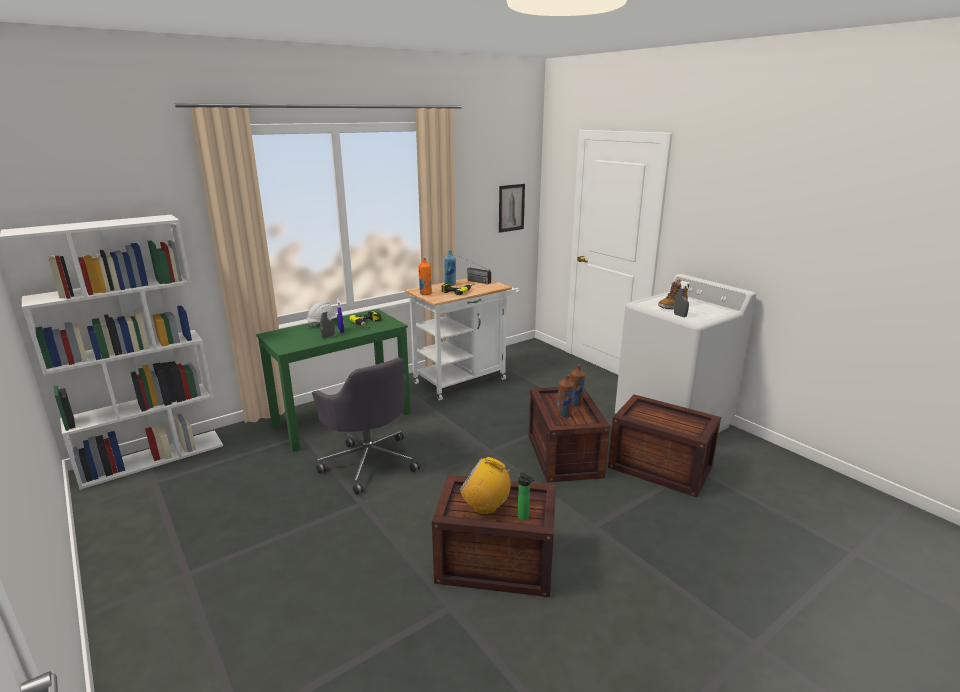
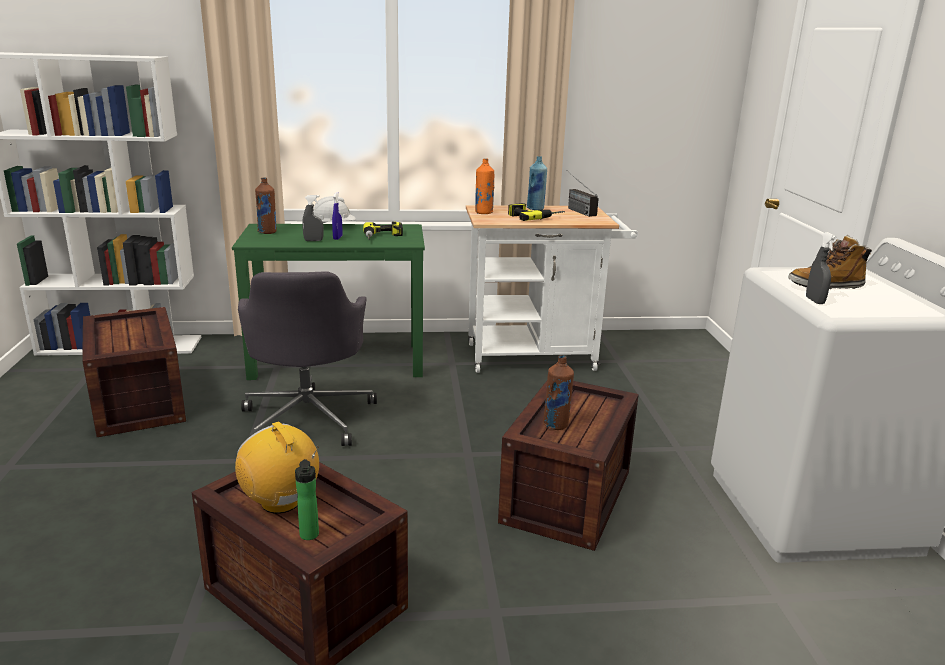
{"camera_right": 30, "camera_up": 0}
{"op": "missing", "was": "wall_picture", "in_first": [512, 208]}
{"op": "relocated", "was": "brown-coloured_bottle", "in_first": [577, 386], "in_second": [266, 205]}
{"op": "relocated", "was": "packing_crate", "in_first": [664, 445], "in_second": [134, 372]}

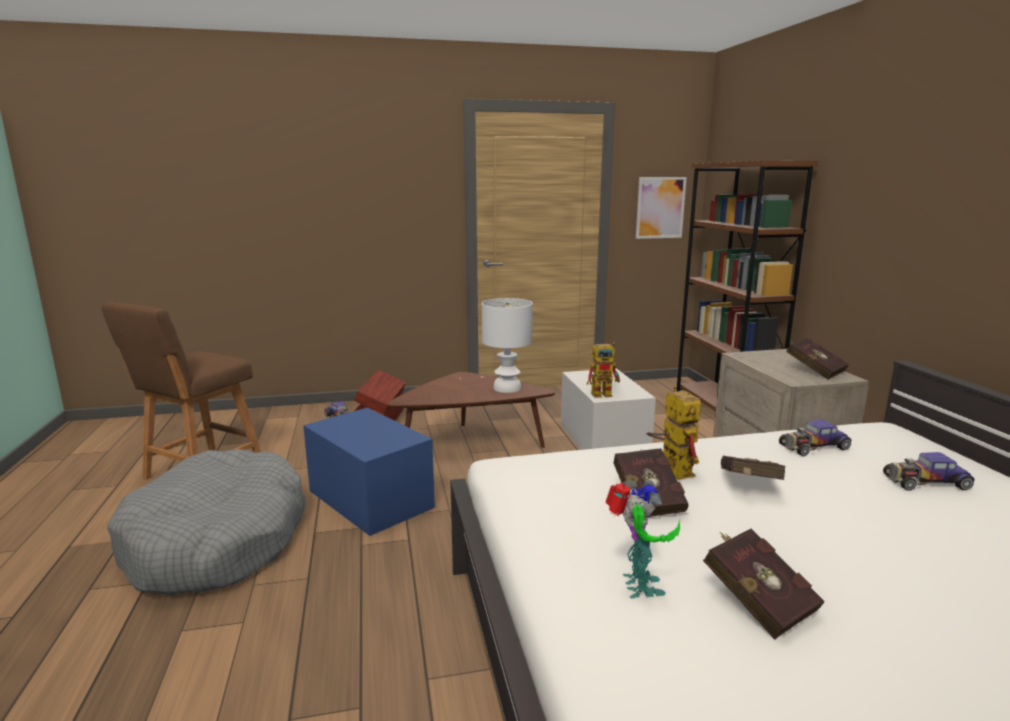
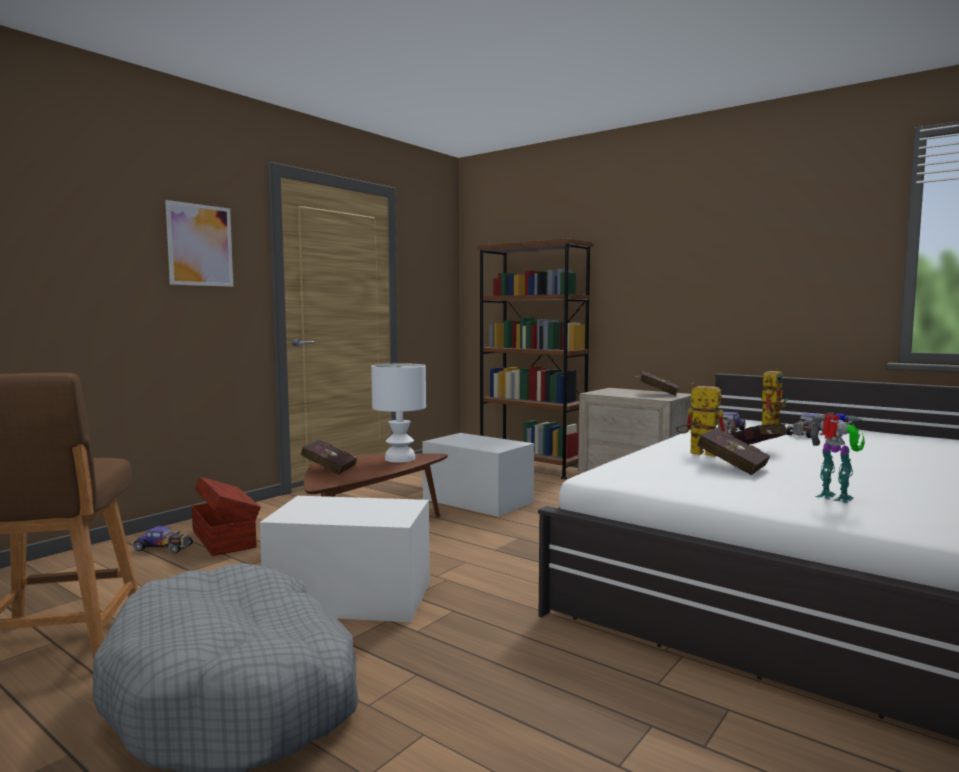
{"camera_right": -40, "camera_up": -10}
{"op": "colour", "was": "blue-coloured_storage_bin", "now": "white_storage_bin", "in_first": [369, 472], "in_second": [345, 559]}
{"op": "relocated", "was": "toy_robot", "in_first": [603, 370], "in_second": [774, 396]}
{"op": "relocated", "was": "wall_picture", "in_first": [661, 208], "in_second": [199, 243]}
{"op": "relocated", "was": "red-coloured_book", "in_first": [764, 584], "in_second": [328, 457]}

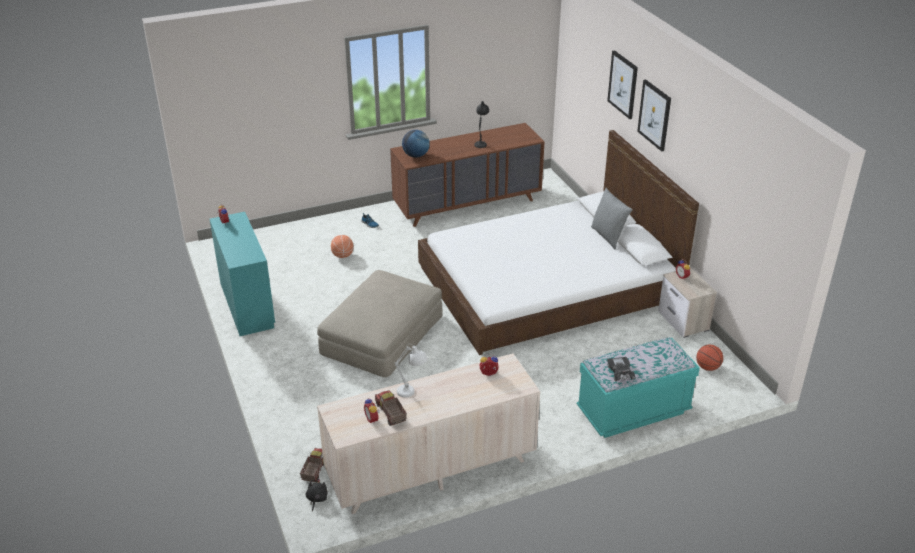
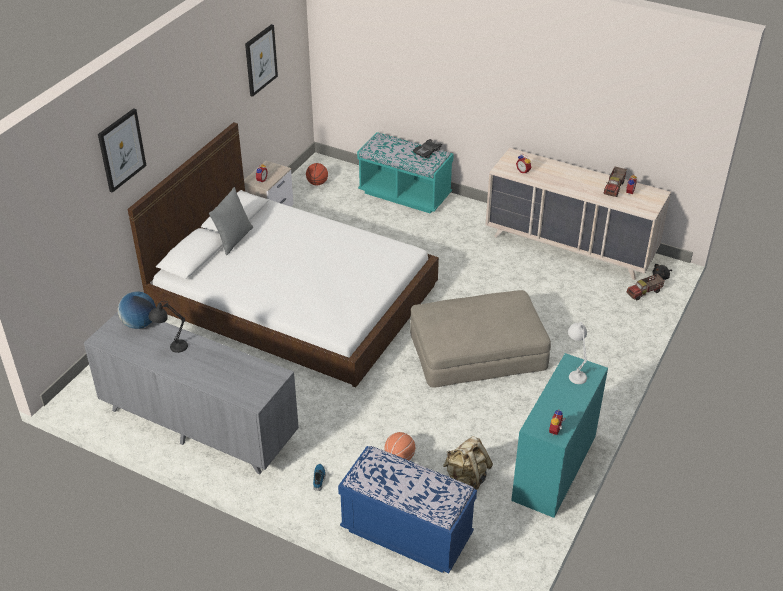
{"camera_right": -130, "camera_up": 5}
{"op": "colour", "was": "brown-coloured_dresser", "now": "grey_dresser", "in_first": [467, 175], "in_second": [191, 393]}
{"op": "relocated", "was": "white_lamp_for_a_table", "in_first": [411, 371], "in_second": [577, 353]}
{"op": "relocated", "was": "desk_globe", "in_first": [416, 144], "in_second": [137, 310]}
{"op": "relocated", "was": "wall_picture", "in_first": [654, 116], "in_second": [261, 60]}
{"op": "appeared", "now": "blue-coloured_bench", "in_second": [407, 509]}
{"op": "appeared", "now": "beige-coloured_rucksack", "in_second": [468, 463]}

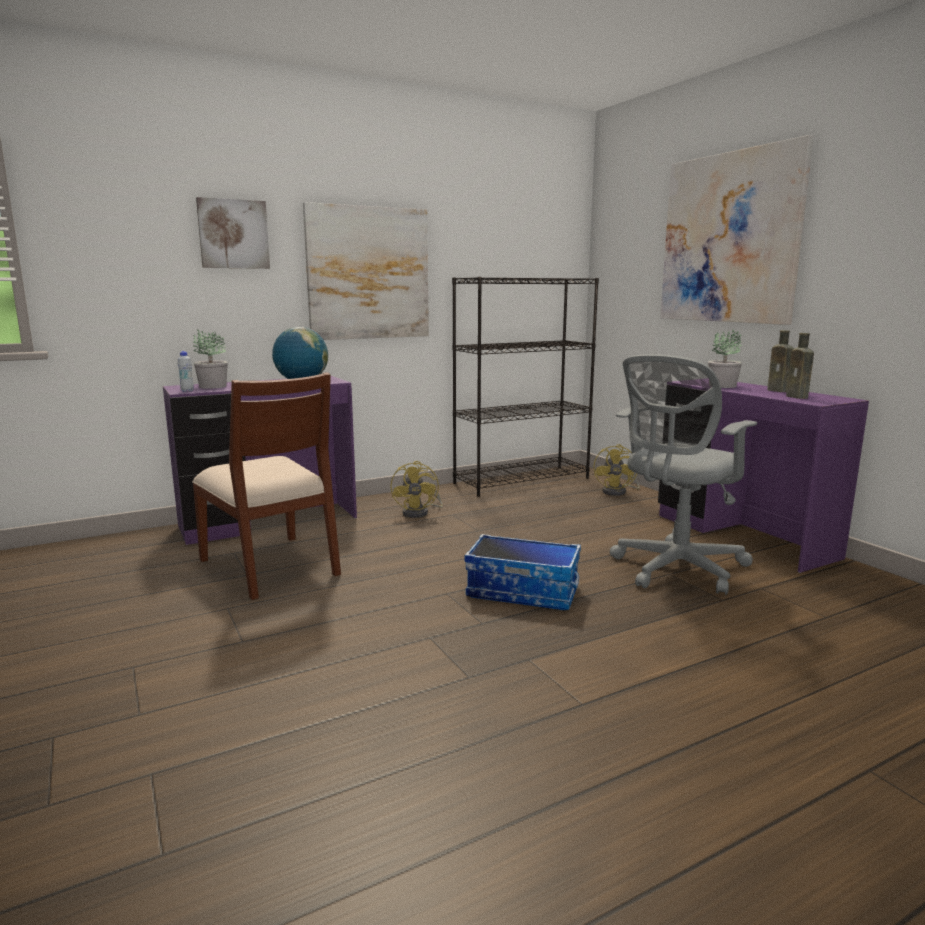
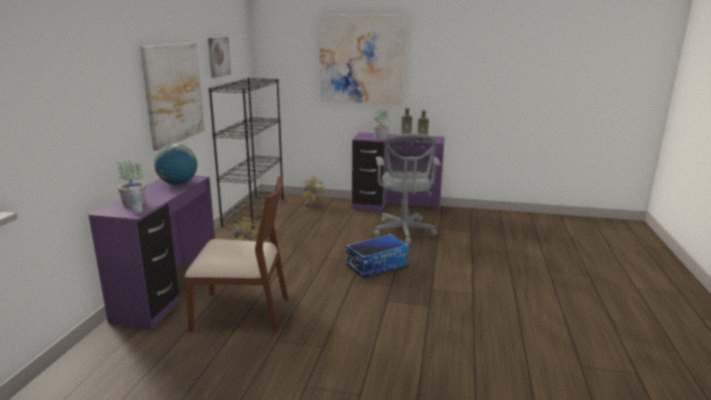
{"camera_right": -50, "camera_up": 5}
{"op": "relocated", "was": "wall_picture", "in_first": [233, 233], "in_second": [219, 57]}

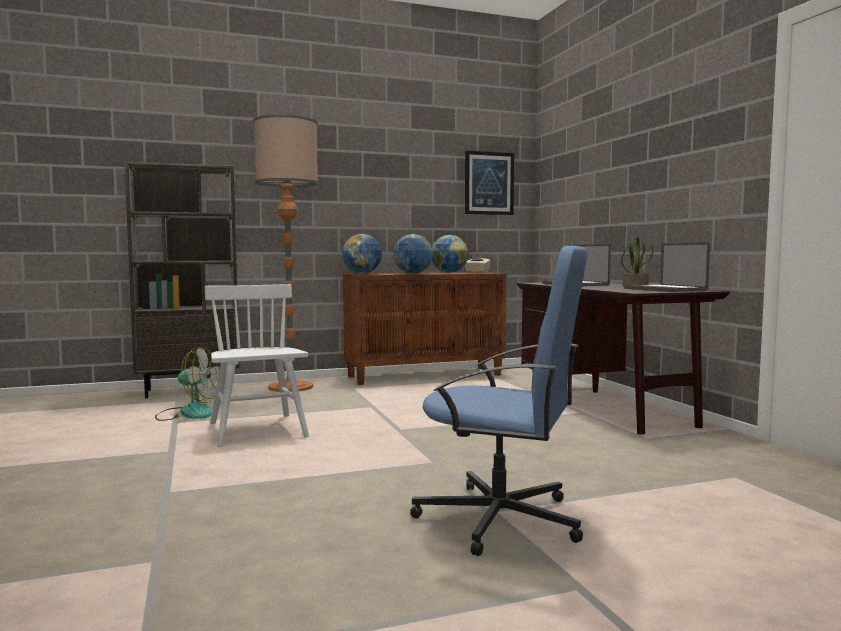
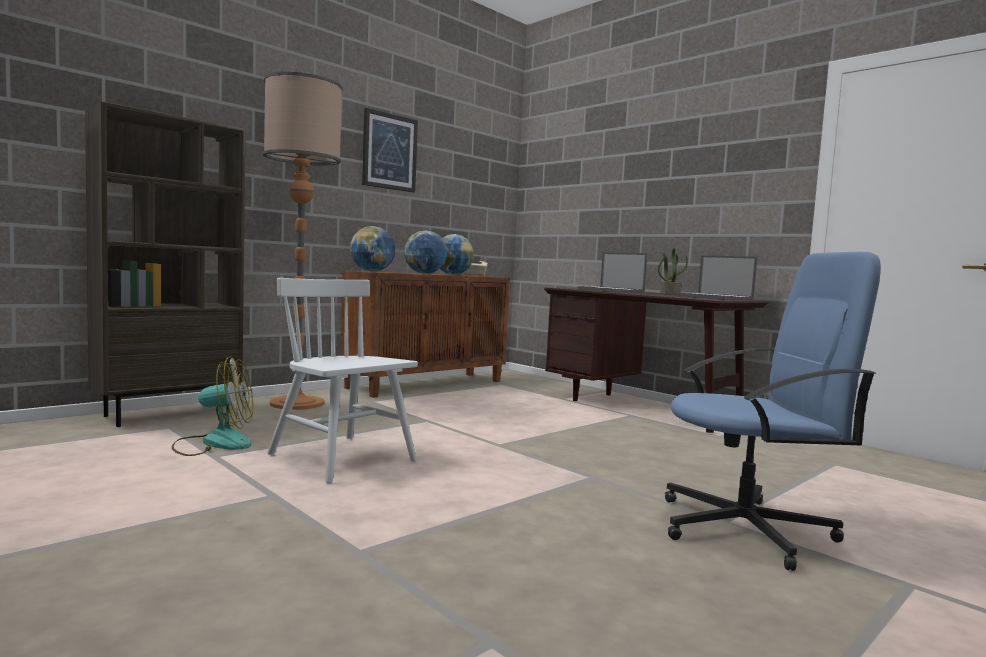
{"camera_right": -25, "camera_up": 0}
{"op": "relocated", "was": "wall_picture", "in_first": [489, 182], "in_second": [390, 150]}

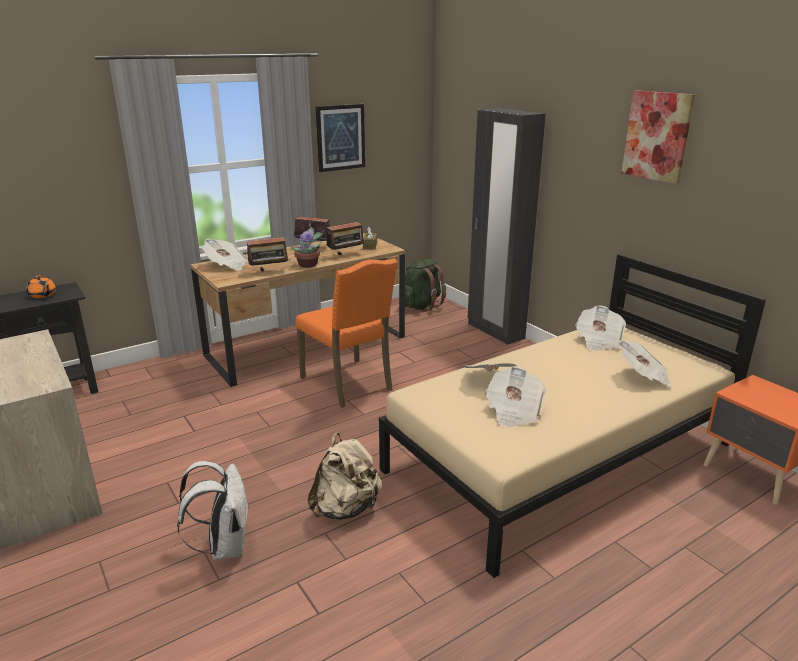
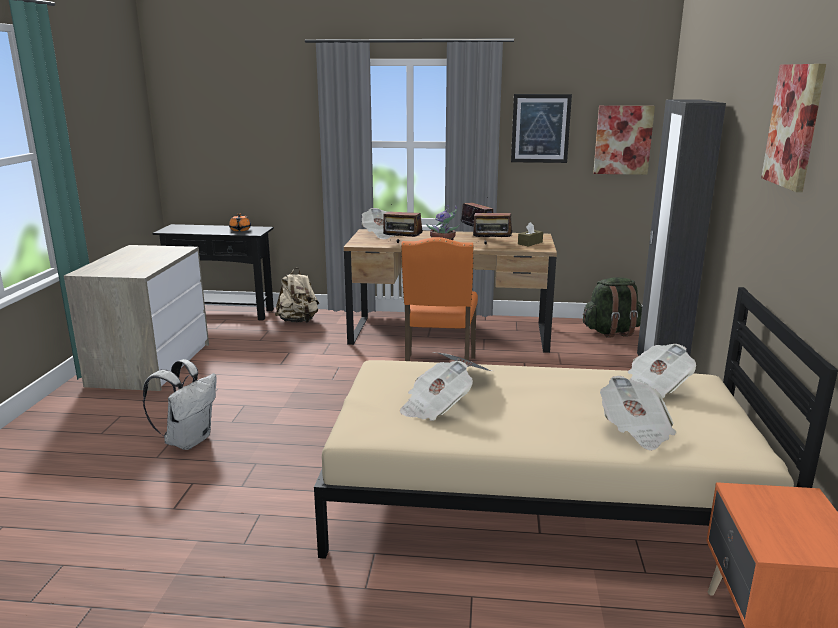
{"camera_right": 40, "camera_up": -5}
{"op": "relocated", "was": "beige-coloured_rucksack", "in_first": [345, 476], "in_second": [297, 295]}
{"op": "appeared", "now": "wall_picture", "in_second": [624, 140]}

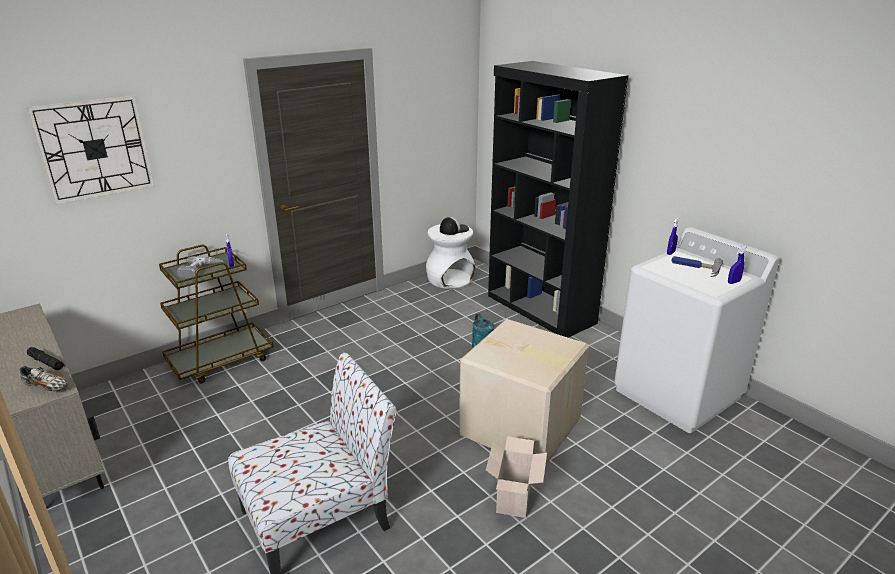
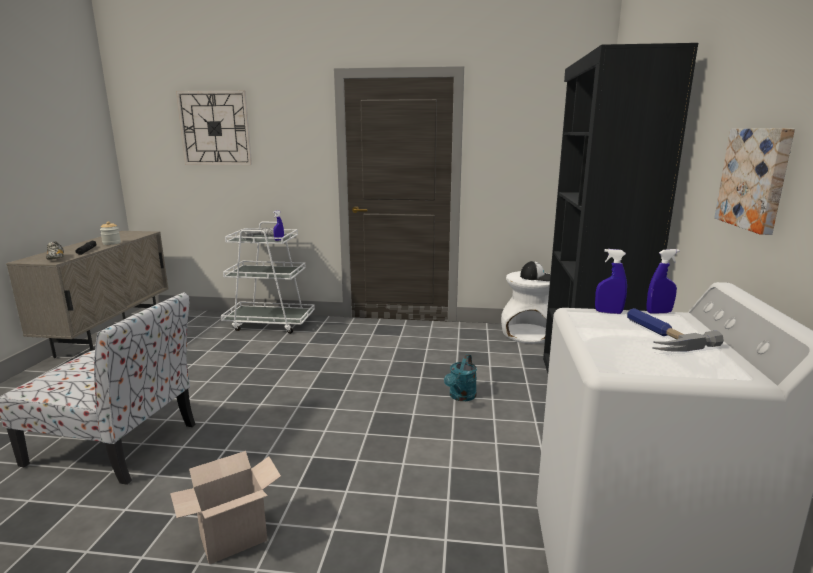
{"camera_right": 45, "camera_up": -10}
{"op": "colour", "was": "brown-coloured_trolley", "now": "white_trolley", "in_first": [216, 314], "in_second": [268, 278]}
{"op": "missing", "was": "packing_box", "in_first": [524, 392]}
{"op": "relocated", "was": "blue-coloured_hand_sprayer", "in_first": [737, 264], "in_second": [611, 281]}
{"op": "appeared", "now": "jar", "in_second": [110, 233]}
{"op": "appeared", "now": "wall_picture", "in_second": [754, 181]}

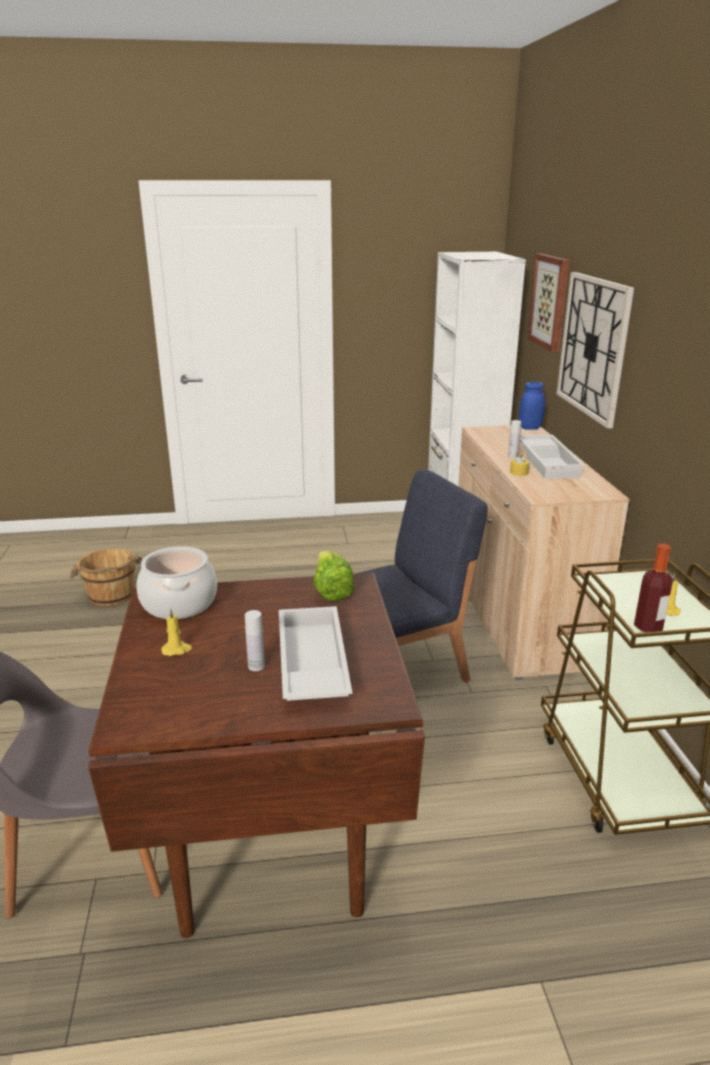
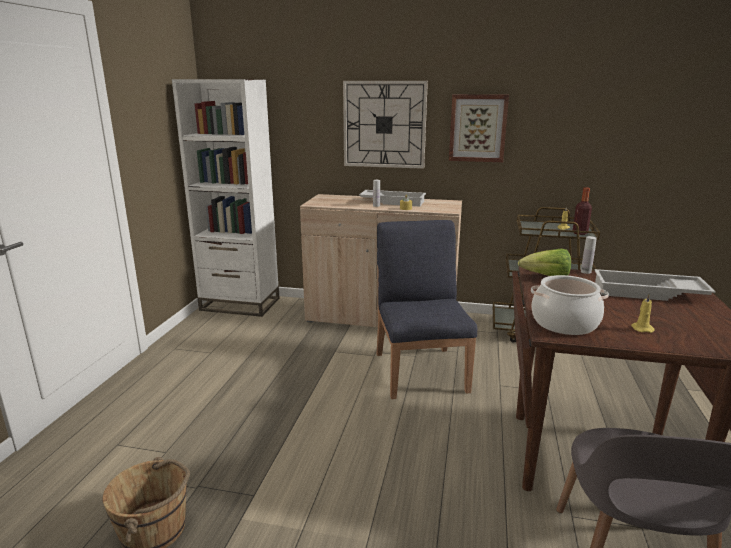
{"camera_right": -70, "camera_up": -5}
{"op": "relocated", "was": "white_bottle", "in_first": [255, 640], "in_second": [589, 255]}
{"op": "missing", "was": "blue-coloured_jar", "in_first": [532, 406]}
{"op": "relocated", "was": "wall_picture", "in_first": [548, 303], "in_second": [479, 128]}

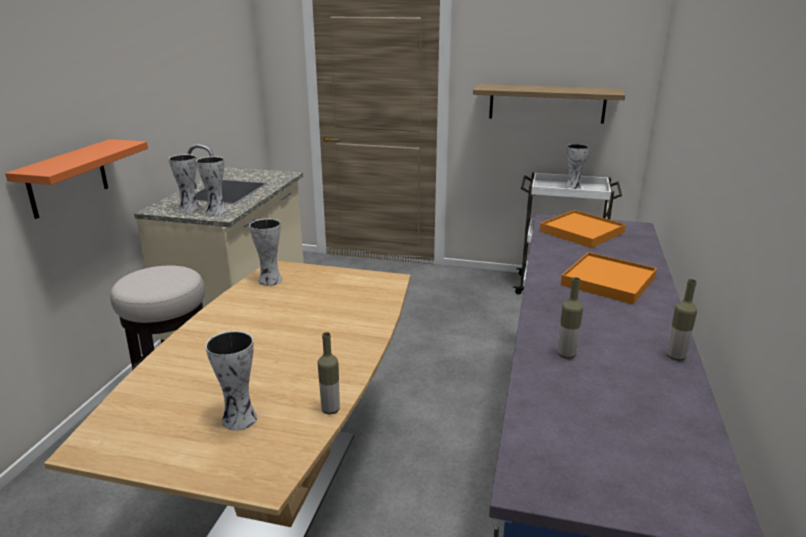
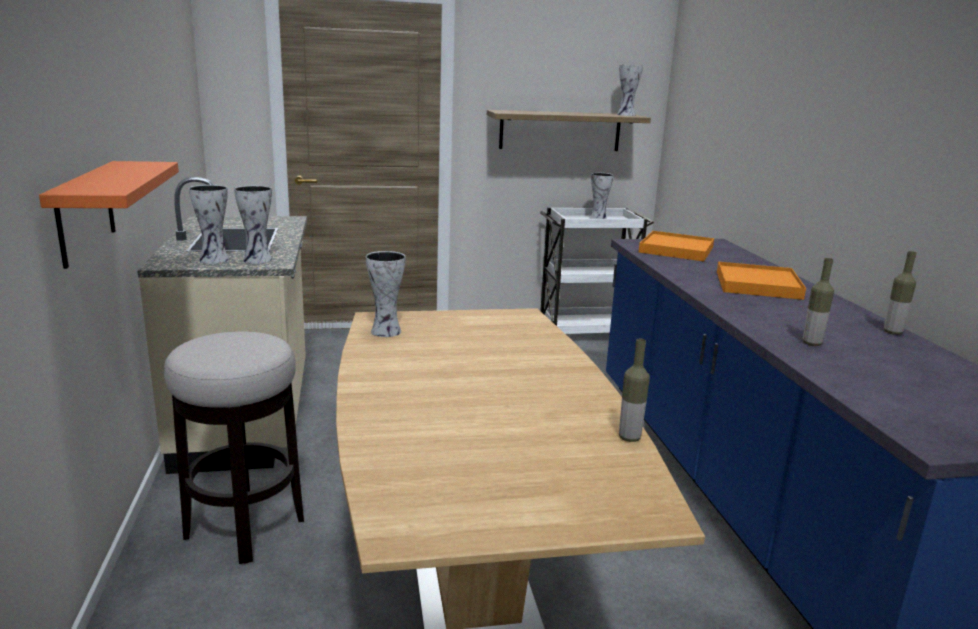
{"camera_right": -25, "camera_up": -5}
{"op": "relocated", "was": "vase", "in_first": [231, 381], "in_second": [630, 90]}

